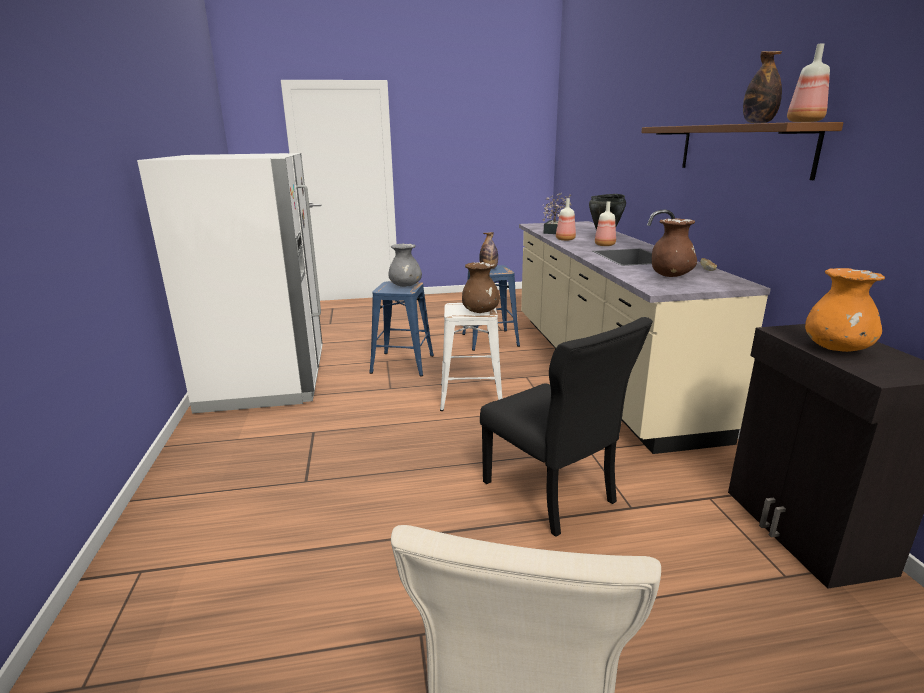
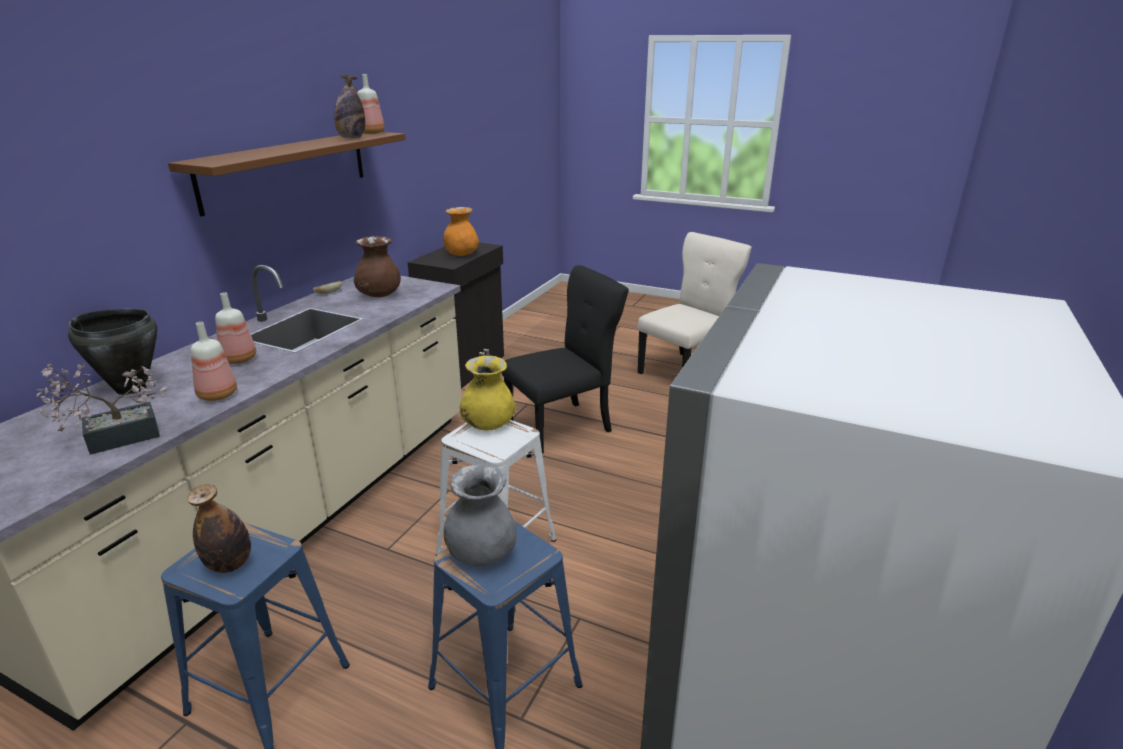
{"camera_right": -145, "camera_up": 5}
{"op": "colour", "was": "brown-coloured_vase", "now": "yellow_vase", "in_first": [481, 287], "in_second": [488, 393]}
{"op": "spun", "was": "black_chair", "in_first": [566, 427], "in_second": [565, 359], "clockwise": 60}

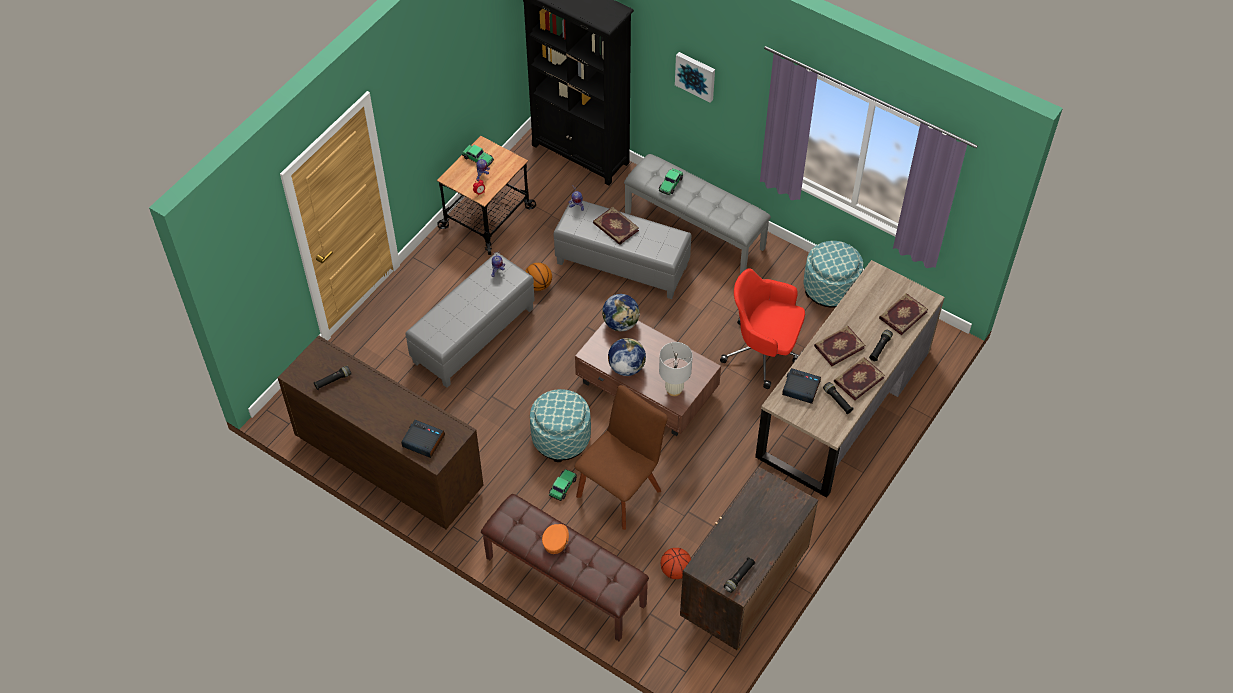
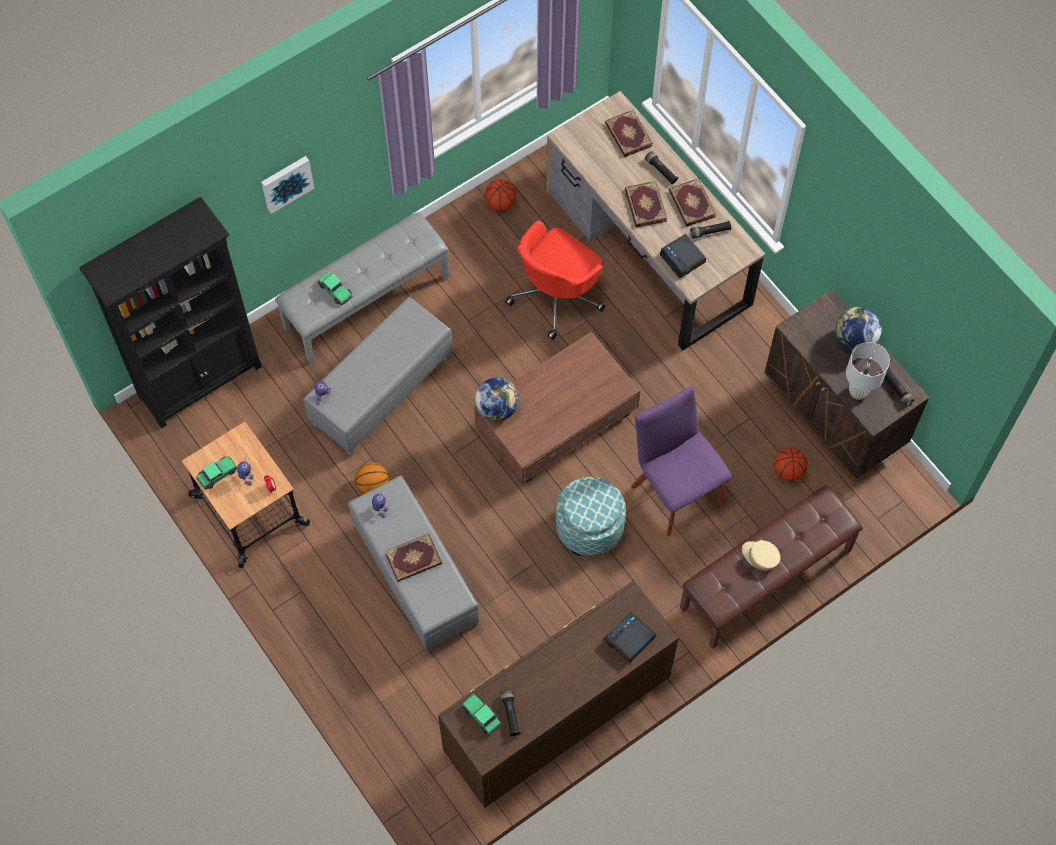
{"camera_right": -70, "camera_up": 10}
{"op": "colour", "was": "orange_baseball_cap", "now": "beige-coloured_baseball_cap", "in_first": [555, 539], "in_second": [761, 555]}
{"op": "relocated", "was": "model_car", "in_first": [563, 485], "in_second": [482, 715]}
{"op": "colour", "was": "brown-coloured_chair", "now": "purplish_chair", "in_first": [621, 457], "in_second": [681, 461]}
{"op": "relocated", "was": "book", "in_first": [616, 225], "in_second": [413, 557]}
{"op": "relocated", "was": "desk_globe", "in_first": [627, 357], "in_second": [859, 329]}
{"op": "relocated", "was": "white_lamp_for_a_table", "in_first": [676, 369], "in_second": [868, 371]}
{"op": "spun", "was": "table_clock", "in_first": [801, 386], "in_second": [682, 256], "clockwise": -75}
{"op": "exchanged", "was": "pouffe", "now": "basketball", "in_first": [833, 274], "in_second": [500, 195]}

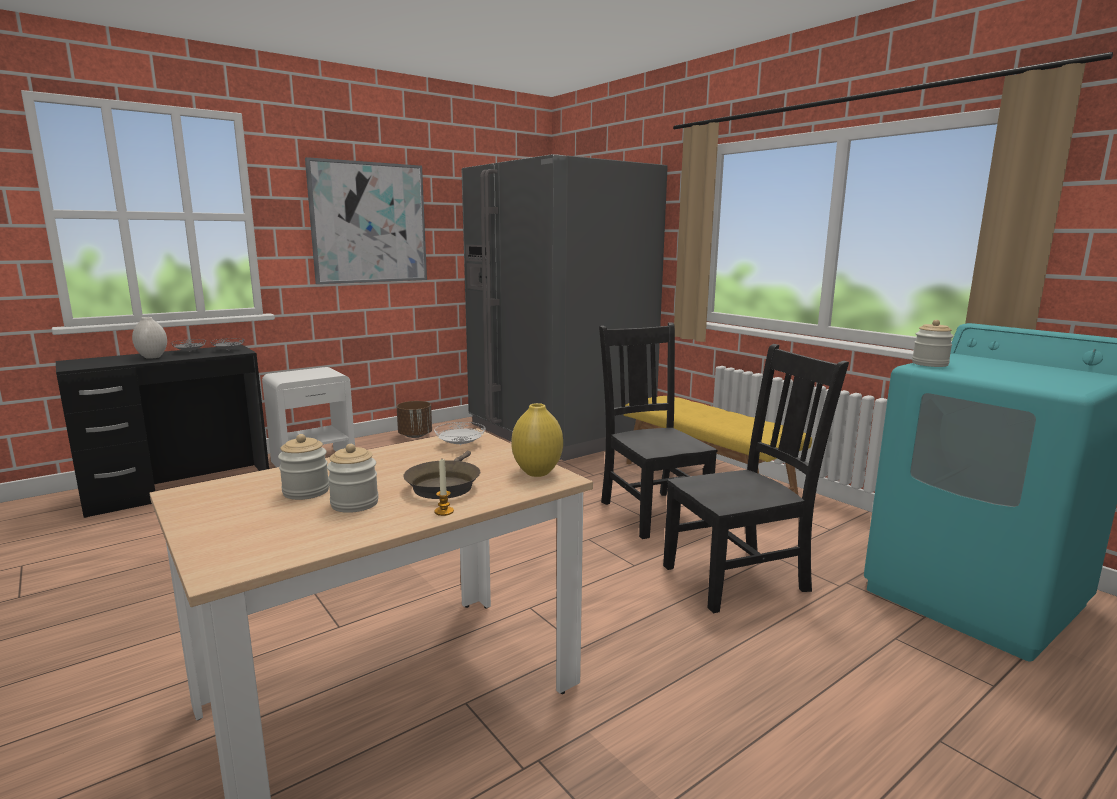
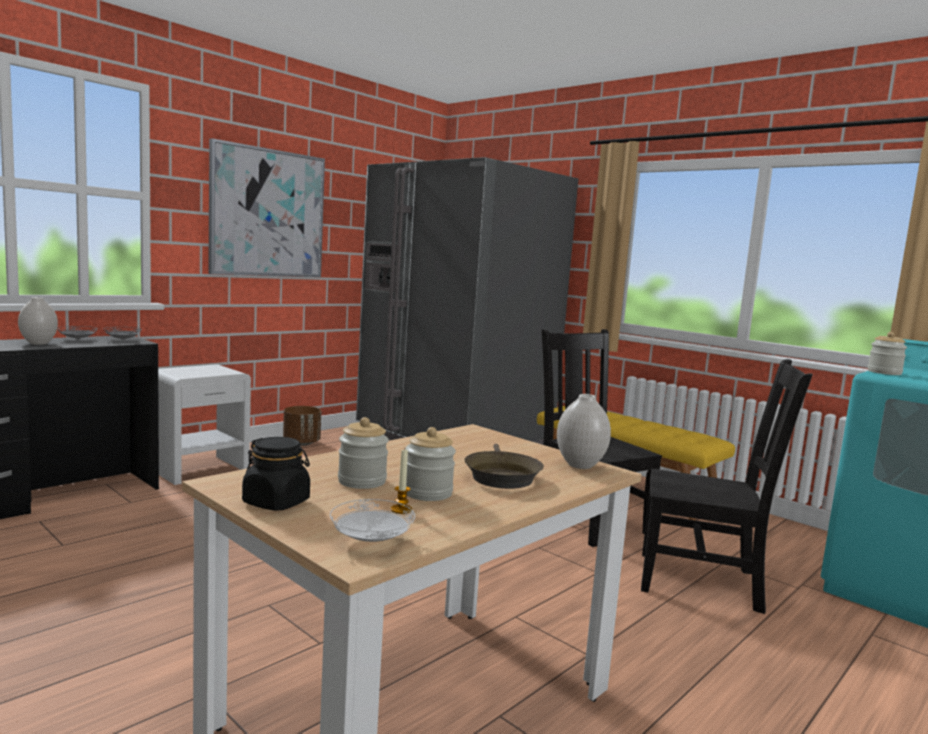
{"camera_right": -10, "camera_up": -5}
{"op": "relocated", "was": "white_flat_dish", "in_first": [459, 433], "in_second": [372, 520]}
{"op": "relocated", "was": "wax_light", "in_first": [444, 487], "in_second": [401, 481]}
{"op": "colour", "was": "yellow_vase", "now": "white_vase", "in_first": [537, 440], "in_second": [584, 431]}
{"op": "spun", "was": "black_chair", "in_first": [756, 478], "in_second": [727, 486], "clockwise": 45}
{"op": "appeared", "now": "black_jar", "in_second": [276, 474]}

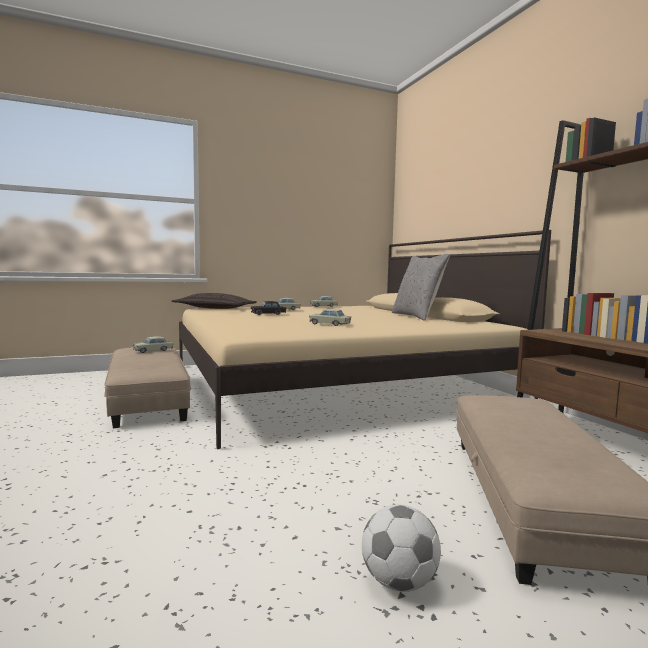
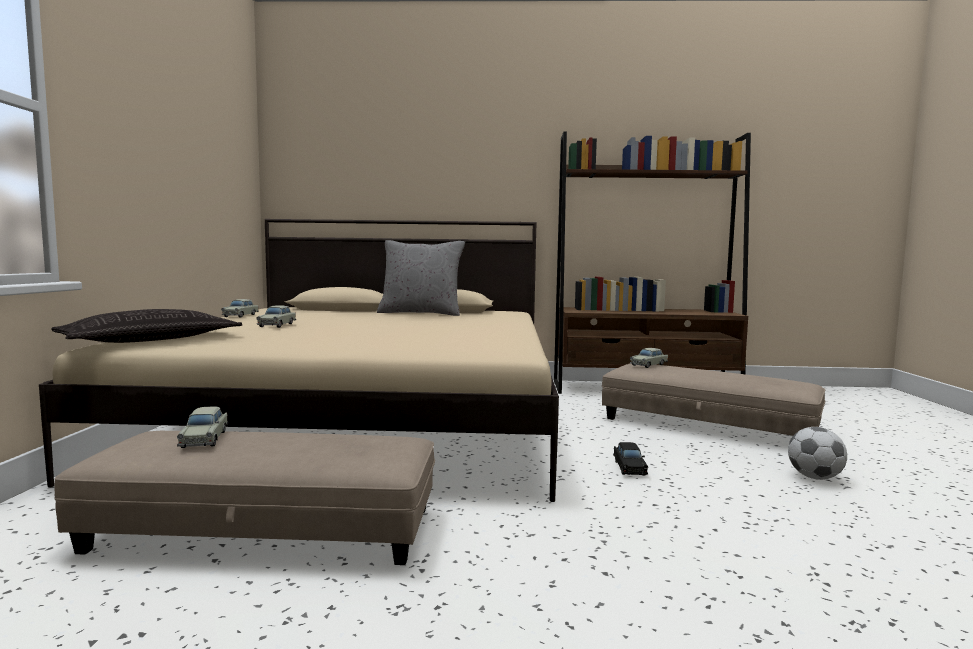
{"camera_right": -65, "camera_up": 0}
{"op": "relocated", "was": "black_model_car", "in_first": [269, 308], "in_second": [630, 458]}
{"op": "relocated", "was": "beige-coloured_model_car", "in_first": [330, 317], "in_second": [649, 358]}

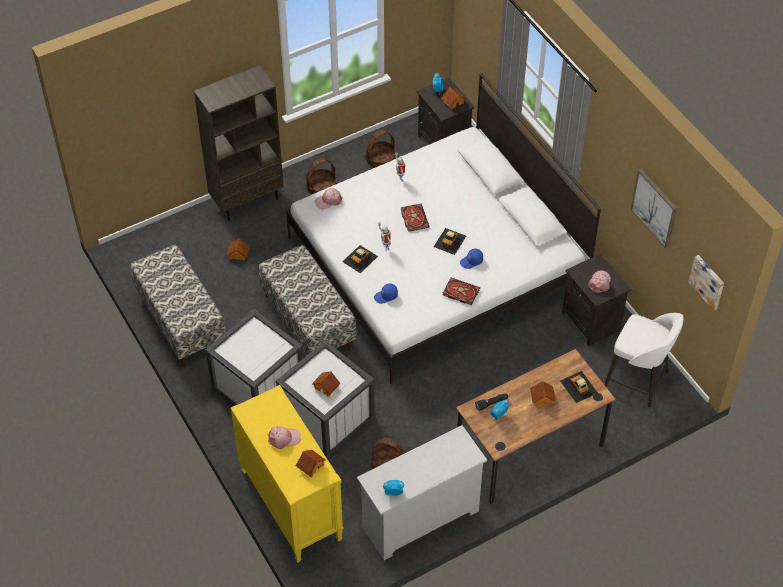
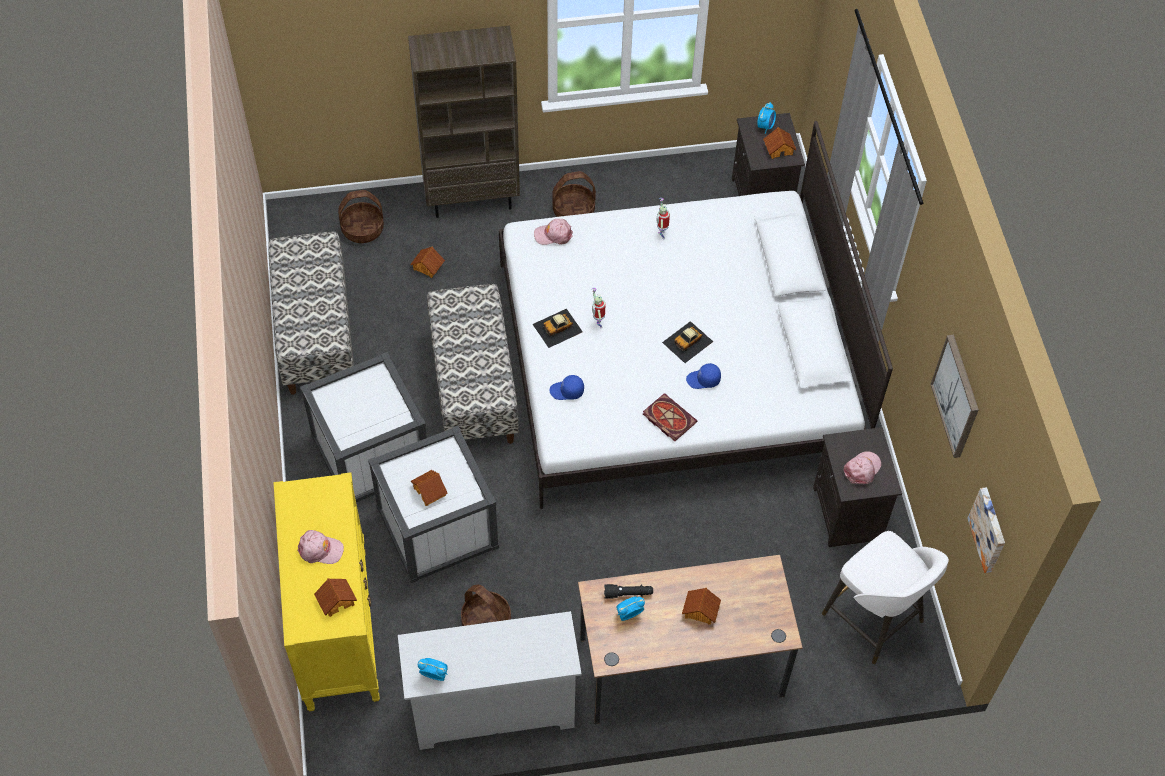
{"camera_right": 20, "camera_up": 5}
{"op": "relocated", "was": "household_basket", "in_first": [380, 148], "in_second": [361, 216]}
{"op": "missing", "was": "book", "in_first": [415, 218]}
{"op": "missing", "was": "model_car", "in_first": [579, 387]}

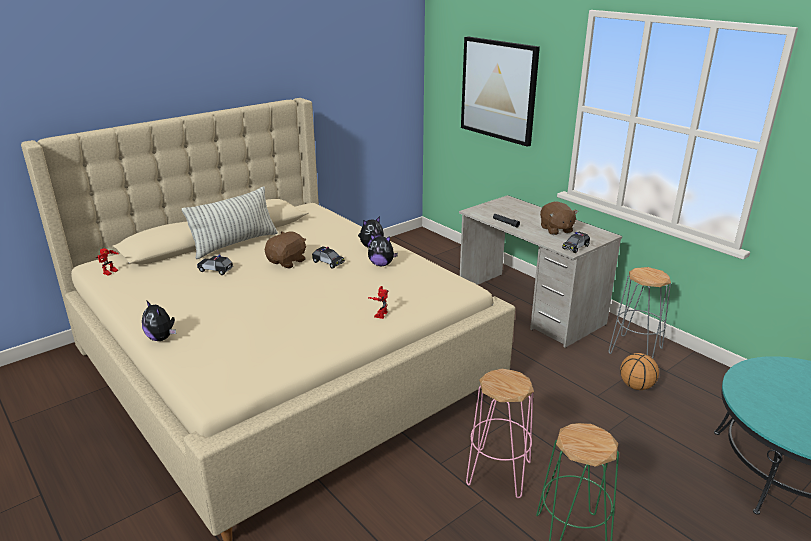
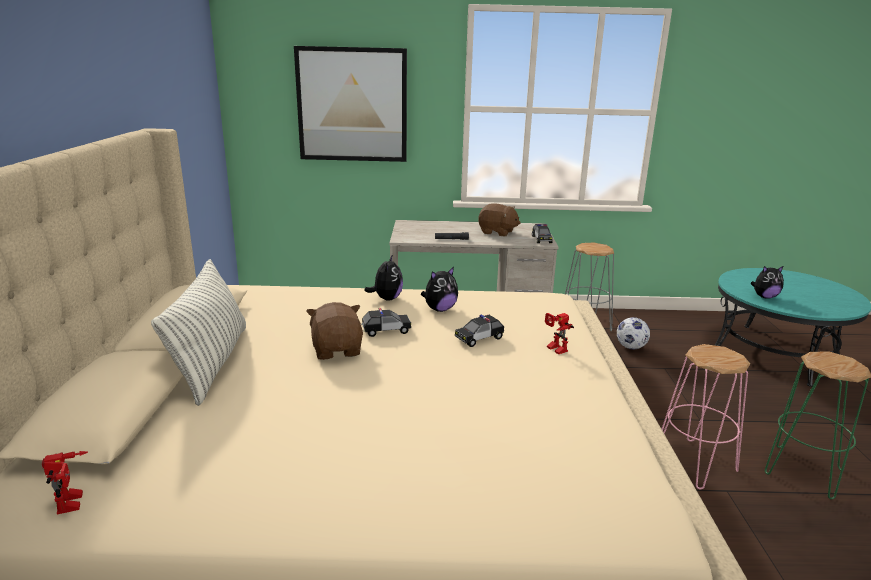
{"camera_right": -50, "camera_up": -5}
{"op": "relocated", "was": "plush_toy", "in_first": [159, 320], "in_second": [767, 282]}
{"op": "relocated", "was": "model_car", "in_first": [215, 265], "in_second": [479, 331]}
{"op": "exchanged", "was": "basketball", "now": "football_ball", "in_first": [639, 371], "in_second": [633, 333]}

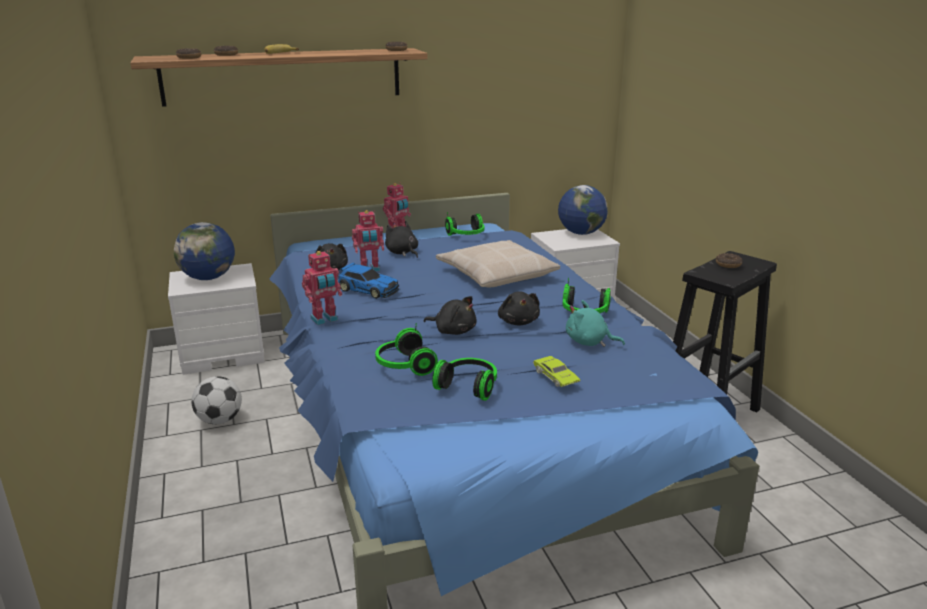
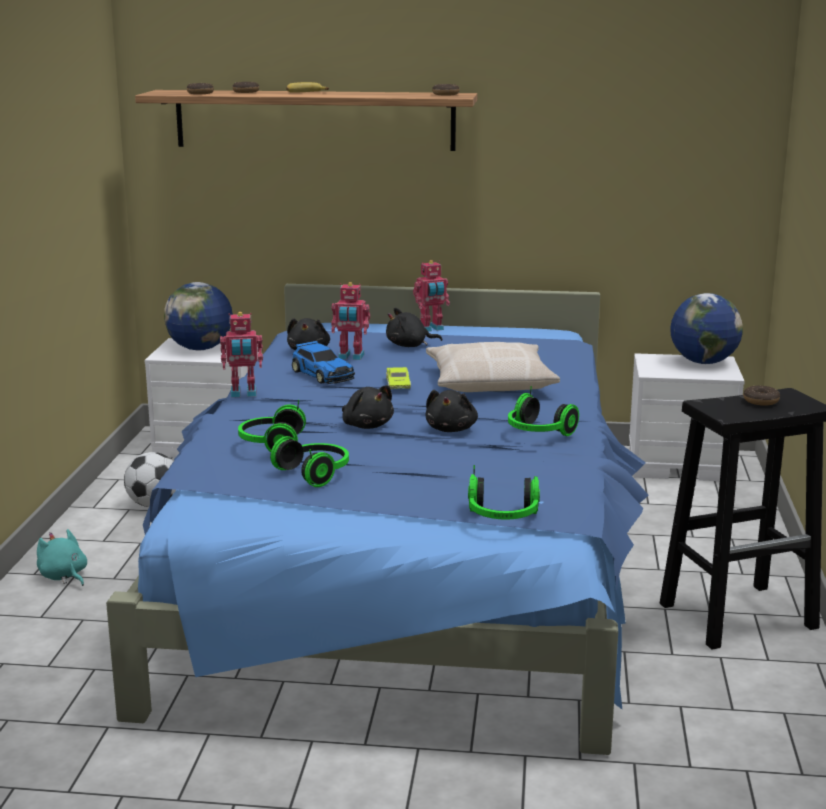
{"camera_right": 25, "camera_up": -5}
{"op": "spun", "was": "black_plush_toy", "in_first": [401, 239], "in_second": [414, 327], "clockwise": -90}
{"op": "relocated", "was": "headset", "in_first": [465, 224], "in_second": [504, 492]}
{"op": "relocated", "was": "green-coloured_model_car", "in_first": [557, 371], "in_second": [398, 378]}
{"op": "relocated", "was": "turquoise-coloured_plush_toy", "in_first": [595, 323], "in_second": [62, 557]}

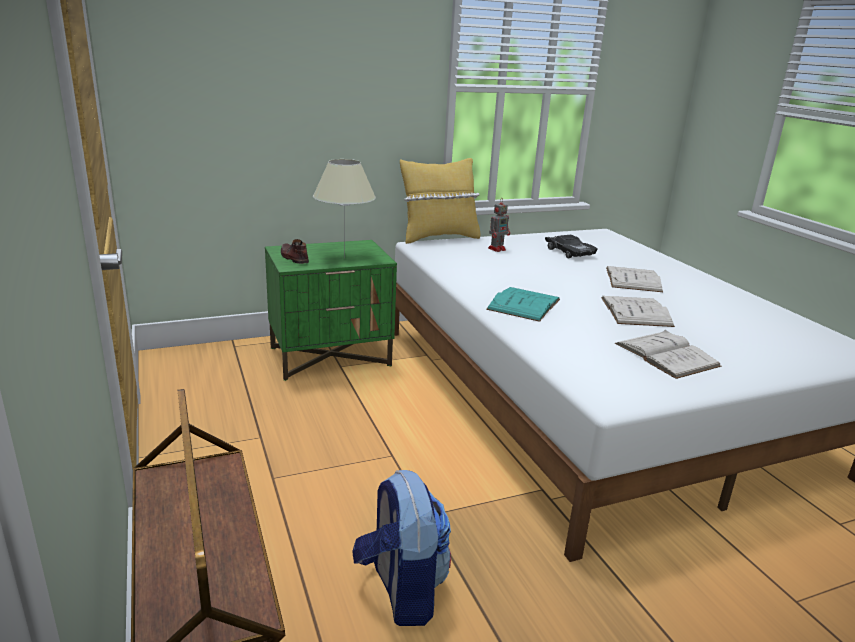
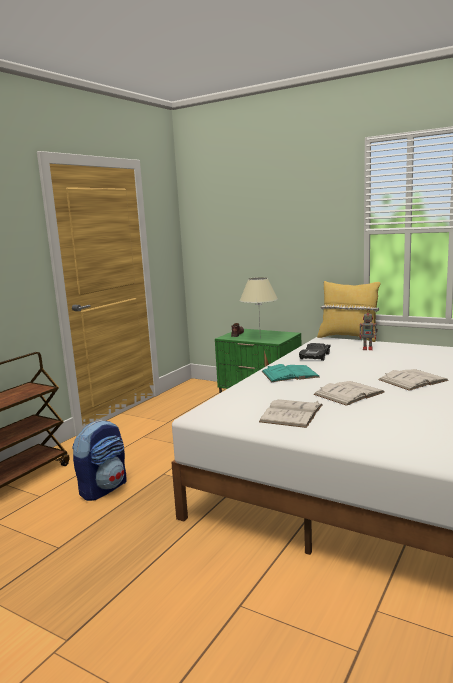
{"camera_right": 55, "camera_up": -10}
{"op": "relocated", "was": "black_model_car", "in_first": [571, 246], "in_second": [315, 352]}

